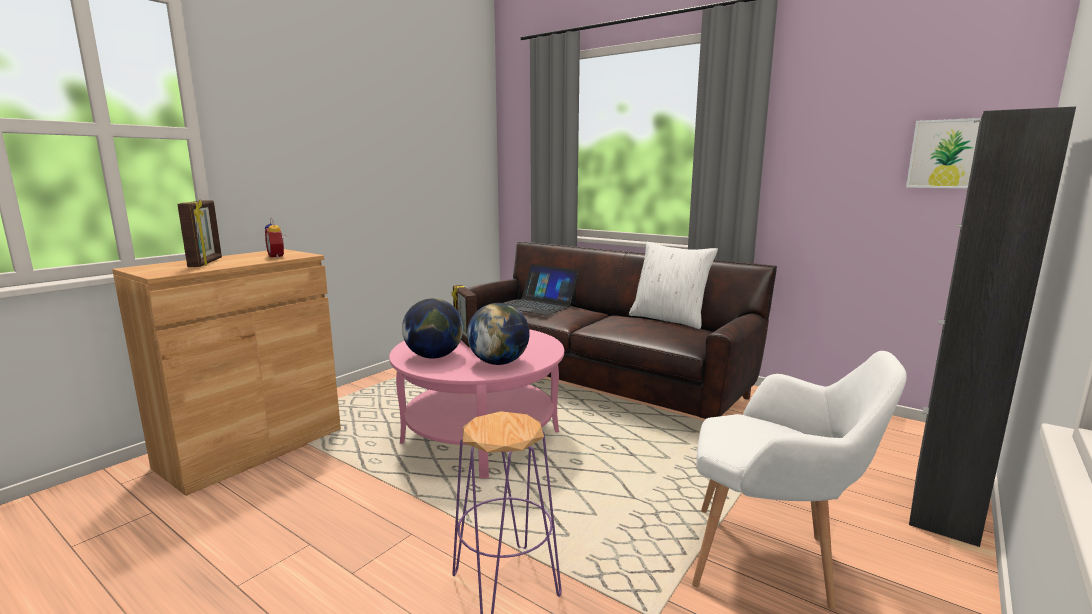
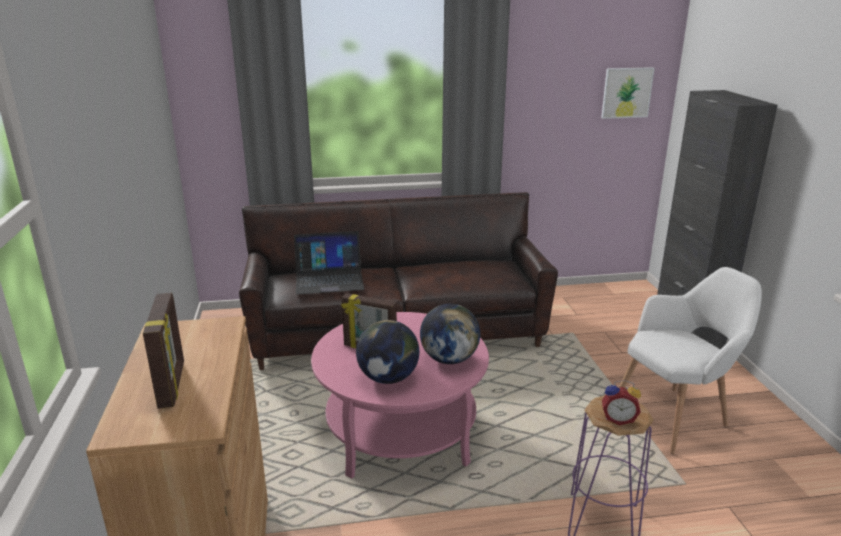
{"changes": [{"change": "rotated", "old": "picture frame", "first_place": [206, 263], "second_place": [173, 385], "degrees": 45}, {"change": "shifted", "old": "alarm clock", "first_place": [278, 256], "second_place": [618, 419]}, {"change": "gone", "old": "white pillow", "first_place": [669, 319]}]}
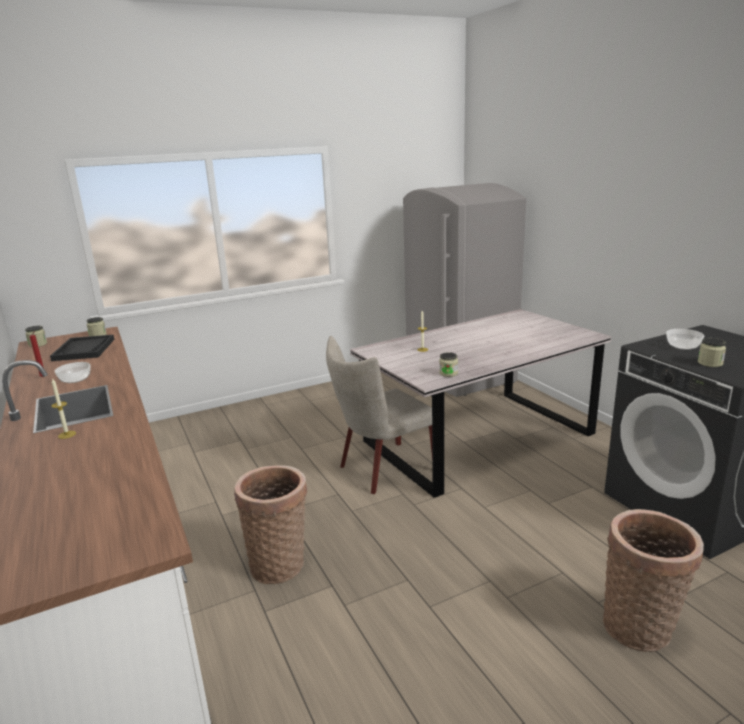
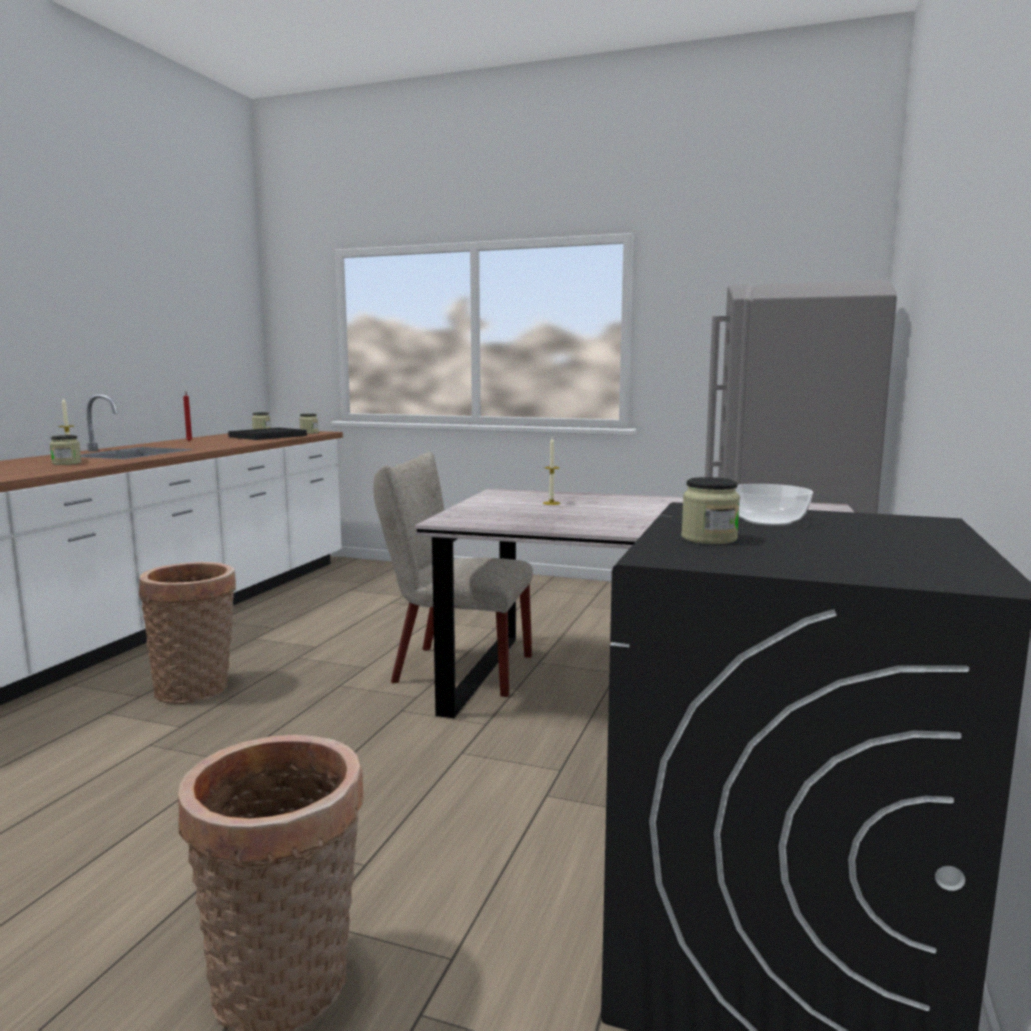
{"changes": [{"change": "shifted", "old": "jar", "first_place": [448, 373], "second_place": [66, 463]}, {"change": "gone", "old": "bowl", "first_place": [74, 379]}]}
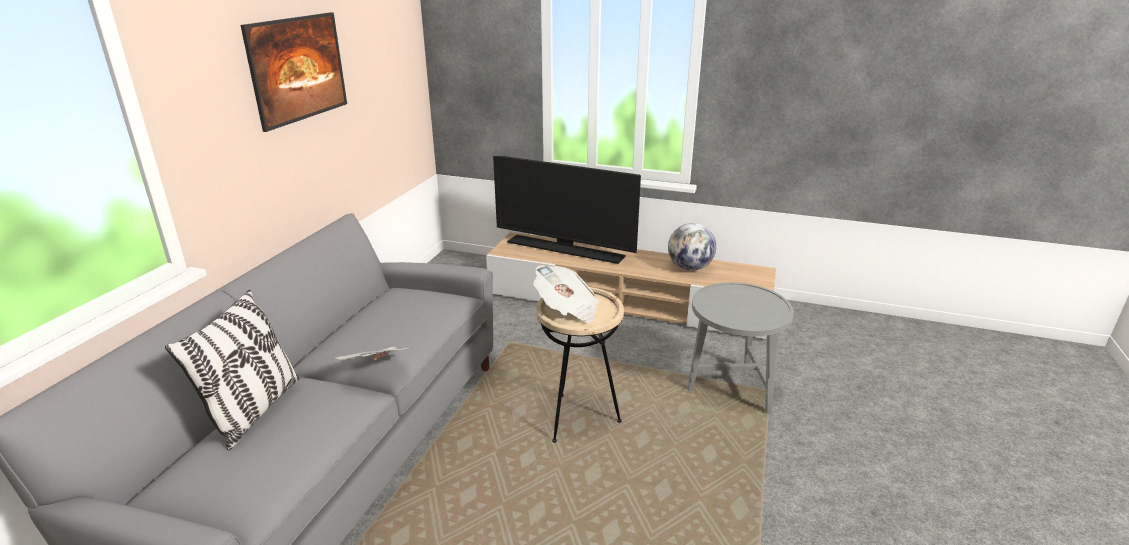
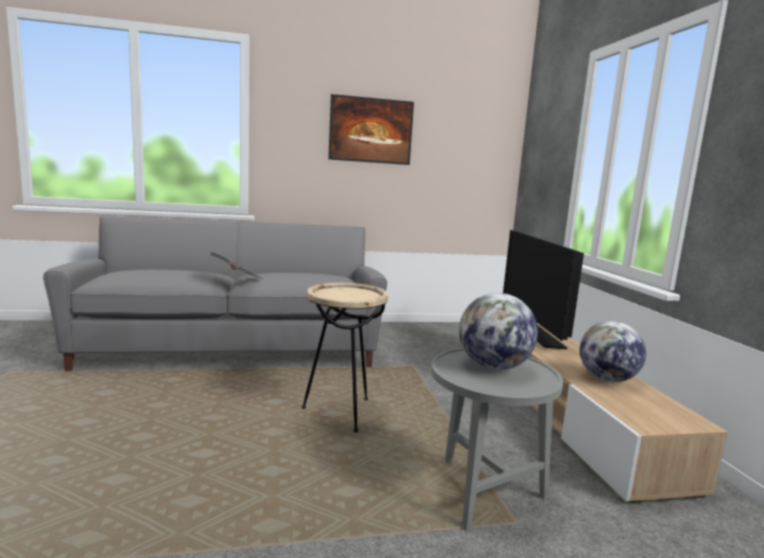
{"changes": [{"change": "gone", "old": "newspaper", "first_place": [567, 309]}, {"change": "gone", "old": "pillow", "first_place": [255, 410]}, {"change": "new", "new": "globe", "second_place": [493, 367]}]}
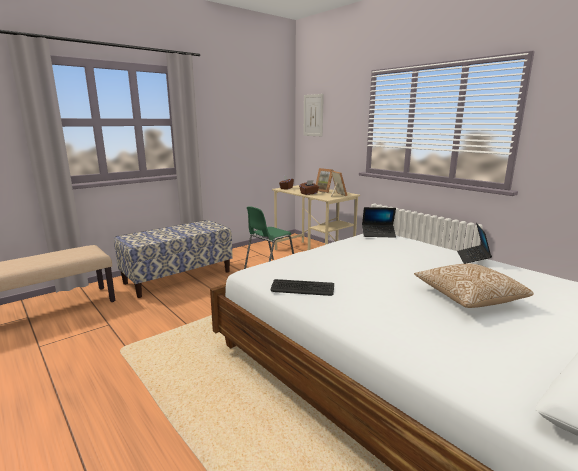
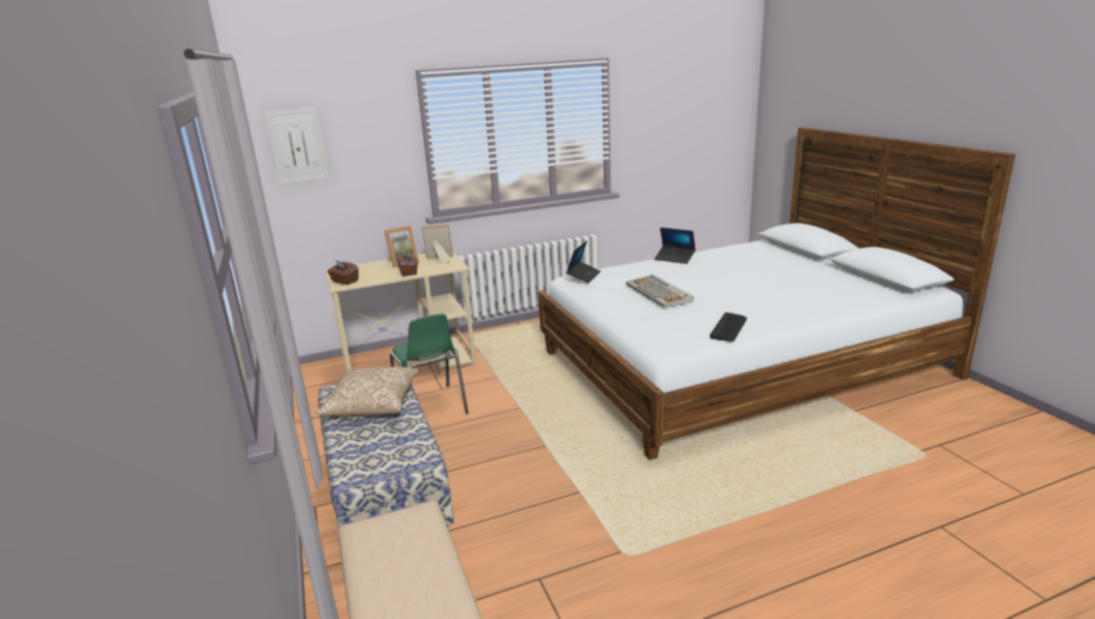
{"changes": [{"change": "shifted", "old": "pillow", "first_place": [468, 297], "second_place": [372, 405]}, {"change": "new", "new": "keyboard", "second_place": [659, 292]}]}
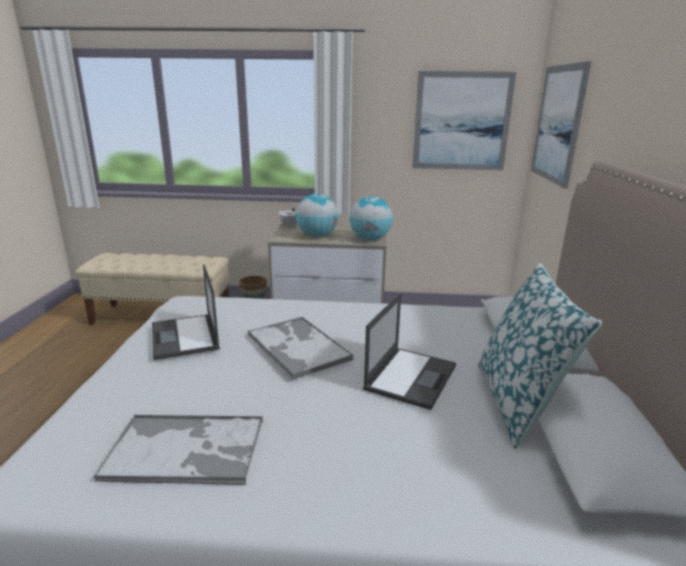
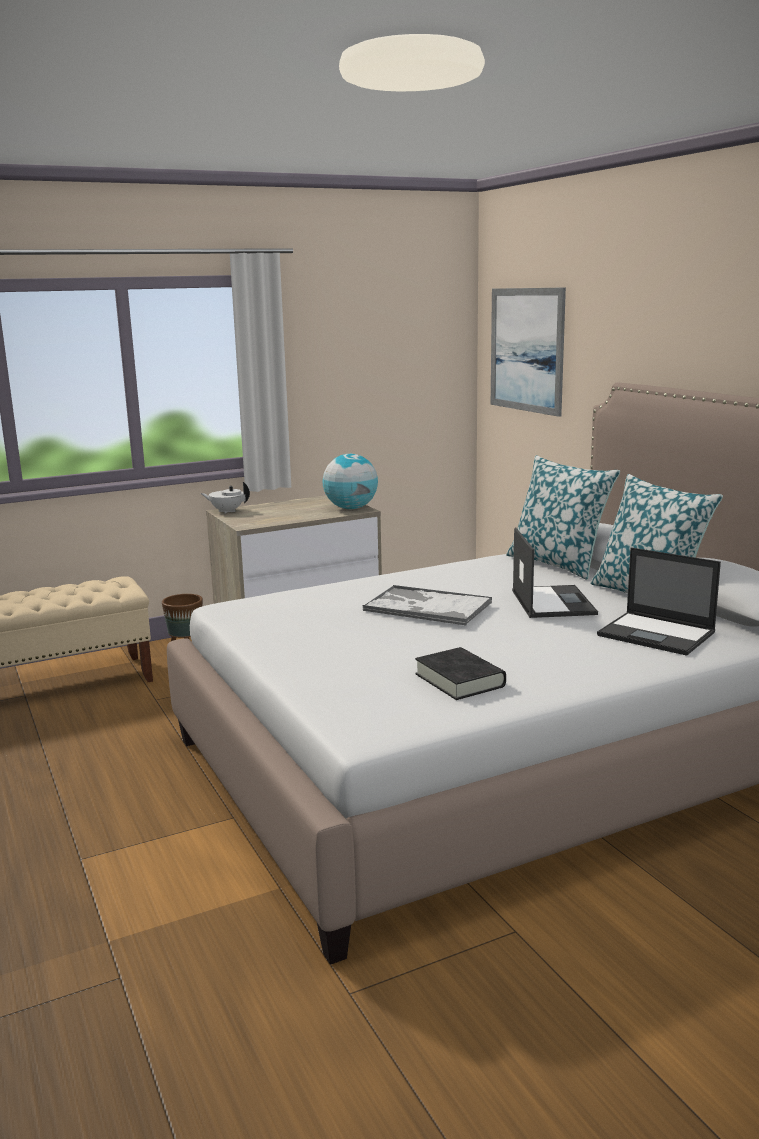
{"changes": [{"change": "gone", "old": "picture", "first_place": [461, 121]}, {"change": "gone", "old": "globe", "first_place": [317, 236]}, {"change": "shifted", "old": "laptop", "first_place": [185, 337], "second_place": [657, 634]}, {"change": "swapped", "old": "tray", "new": "black book", "first_place": [187, 450], "second_place": [459, 680]}, {"change": "new", "new": "pillow", "second_place": [558, 564]}]}
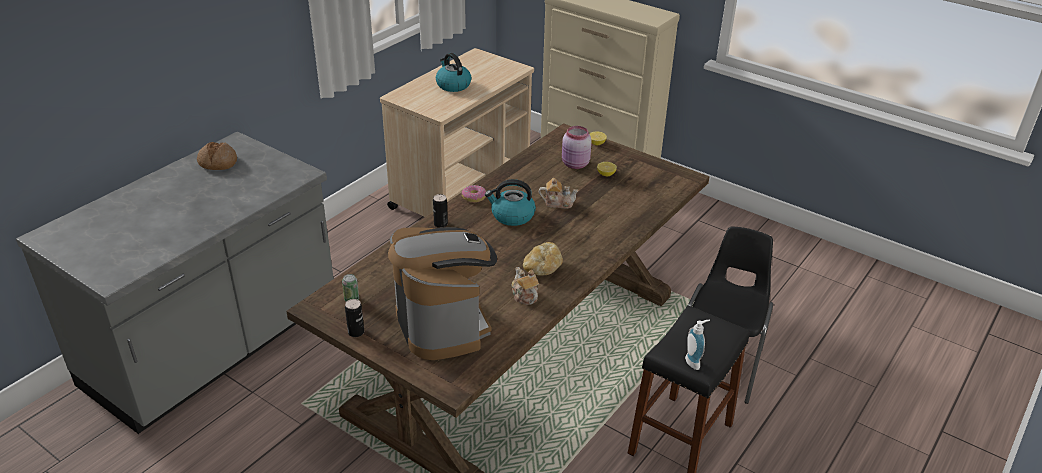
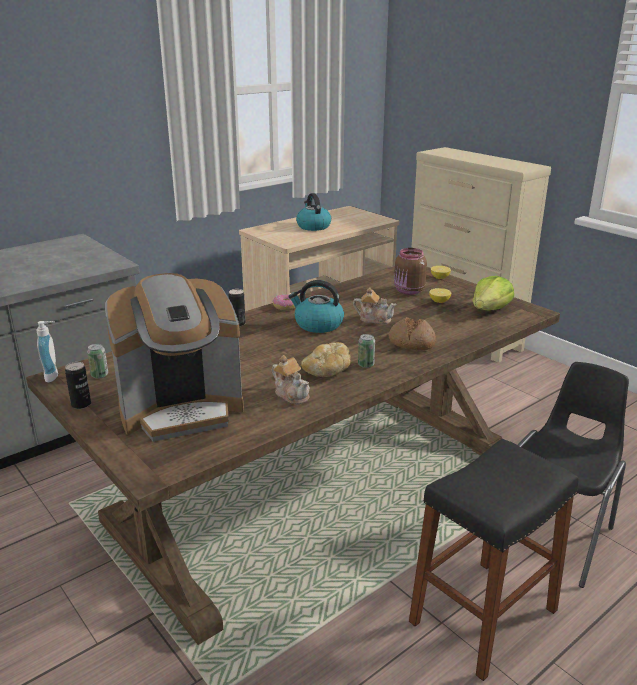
{"changes": [{"change": "repainted", "old": "pink jar", "new": "brown jar", "first_place": [575, 164], "second_place": [408, 291]}, {"change": "shifted", "old": "bread", "first_place": [217, 163], "second_place": [411, 342]}, {"change": "rotated", "old": "coffee machine", "first_place": [443, 324], "second_place": [182, 410], "degrees": 75}, {"change": "rotated", "old": "teapot", "first_place": [524, 296], "second_place": [291, 394], "degrees": 150}, {"change": "shifted", "old": "soap dispenser", "first_place": [694, 362], "second_place": [54, 376]}, {"change": "new", "new": "lettuce", "second_place": [490, 309]}, {"change": "new", "new": "can", "second_place": [366, 365]}]}
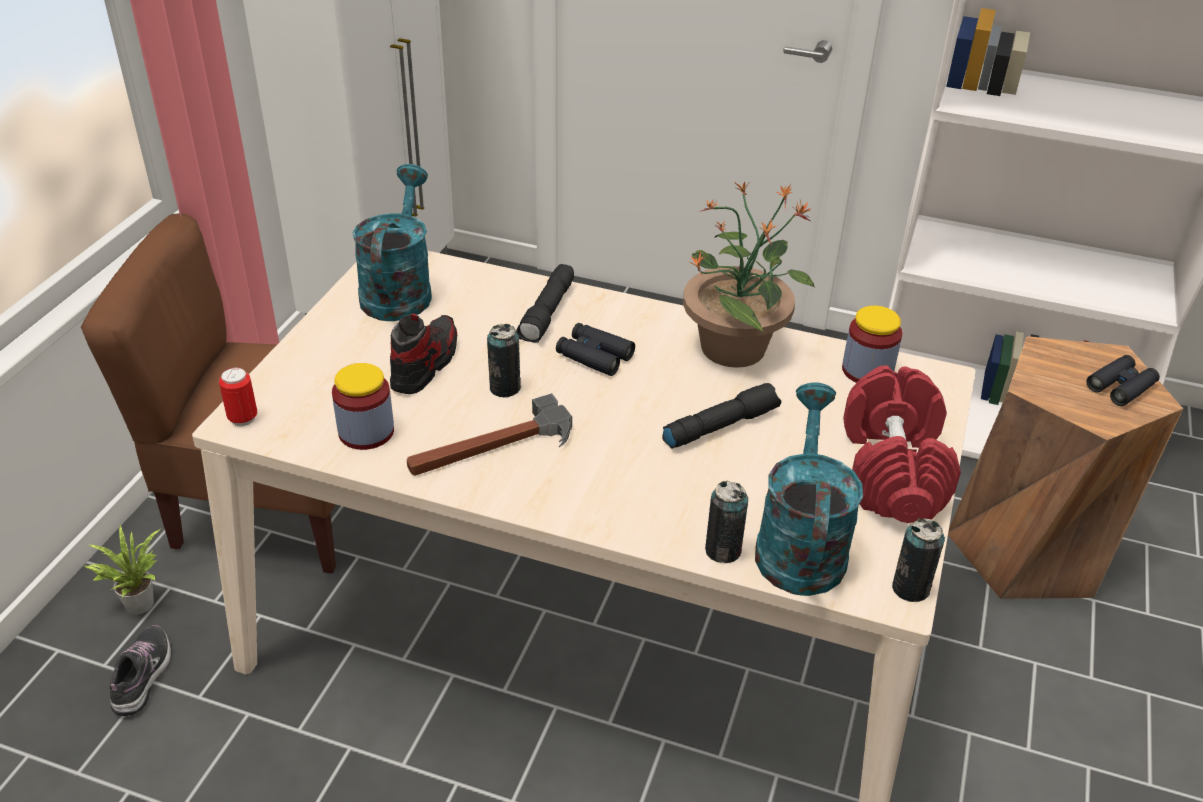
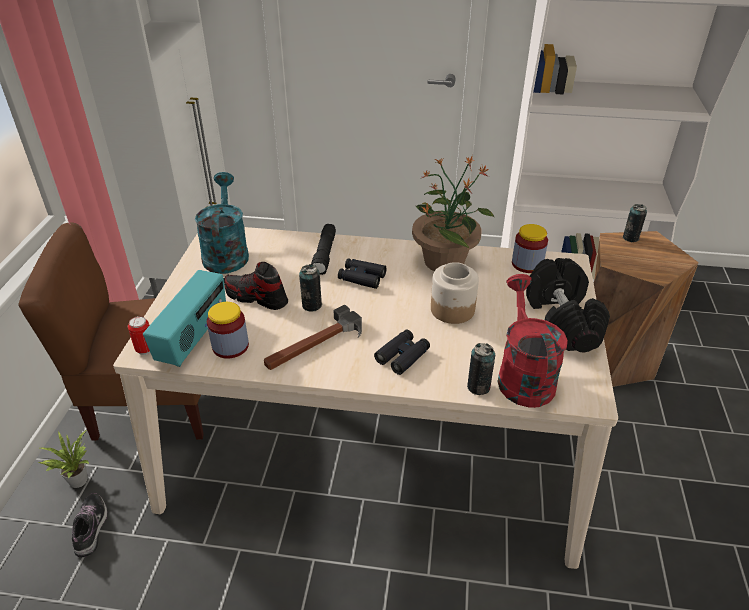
{"changes": [{"change": "rotated", "old": "shoe", "first_place": [424, 364], "second_place": [256, 297], "degrees": -75}, {"change": "shifted", "old": "black binoculars", "first_place": [1121, 386], "second_place": [402, 356]}, {"change": "repainted", "old": "red dumbbell", "new": "black dumbbell", "first_place": [893, 470], "second_place": [562, 321]}, {"change": "repainted", "old": "turquoise watering can", "new": "red watering can", "first_place": [799, 543], "second_place": [523, 375]}, {"change": "swapped", "old": "black flashlight", "new": "jar", "first_place": [720, 425], "second_place": [452, 309]}, {"change": "shifted", "old": "can", "first_place": [910, 588], "second_place": [630, 238]}, {"change": "new", "new": "radio", "second_place": [194, 337]}]}
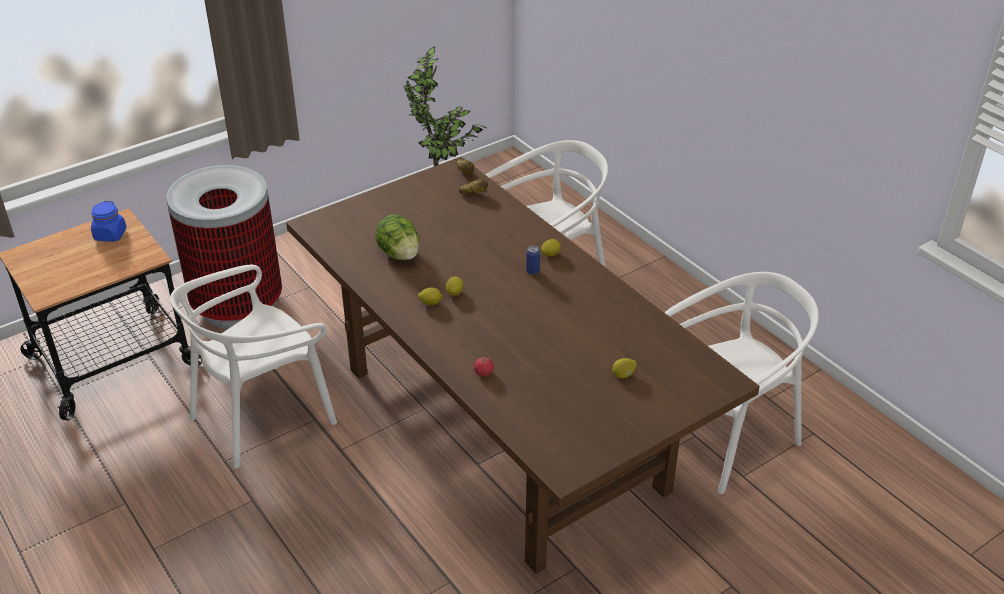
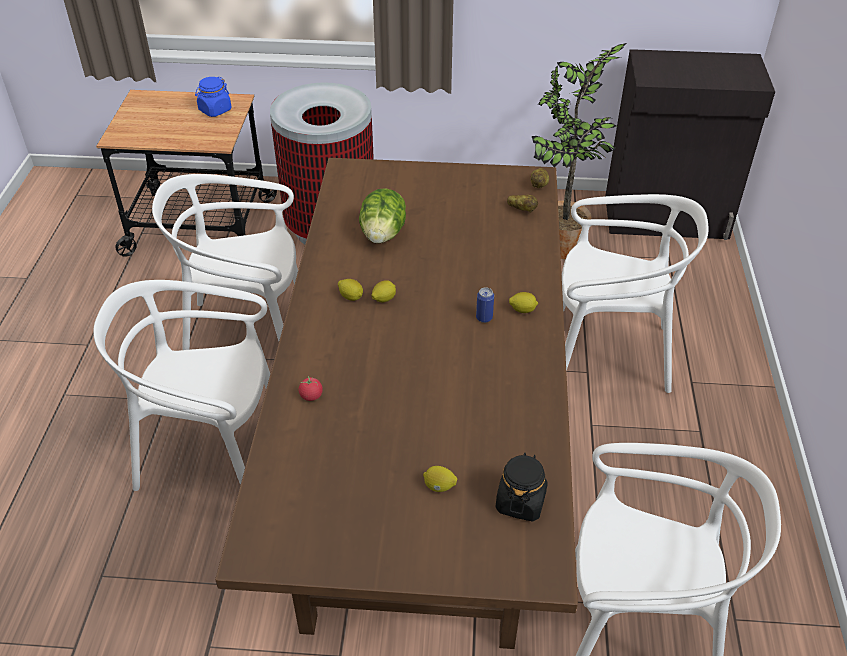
{"changes": [{"change": "new", "new": "black cabinet", "second_place": [667, 218]}, {"change": "new", "new": "white chair", "second_place": [212, 453]}, {"change": "new", "new": "black jar", "second_place": [520, 501]}]}
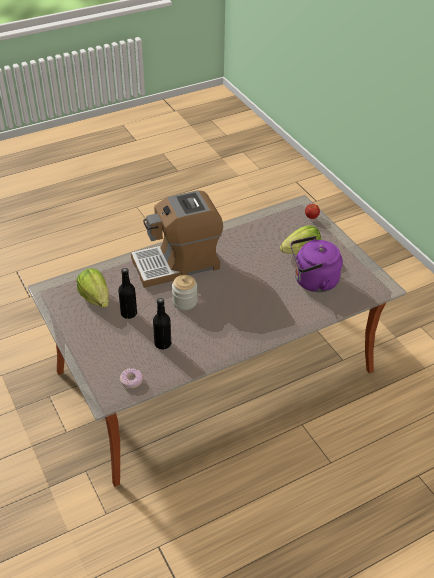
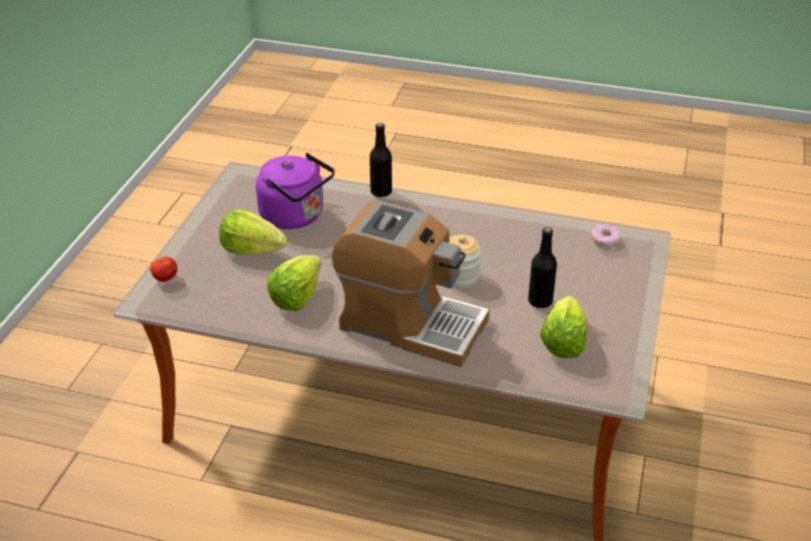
{"changes": [{"change": "shifted", "old": "black bottle", "first_place": [162, 344], "second_place": [381, 192]}, {"change": "new", "new": "lettuce", "second_place": [296, 297]}]}
